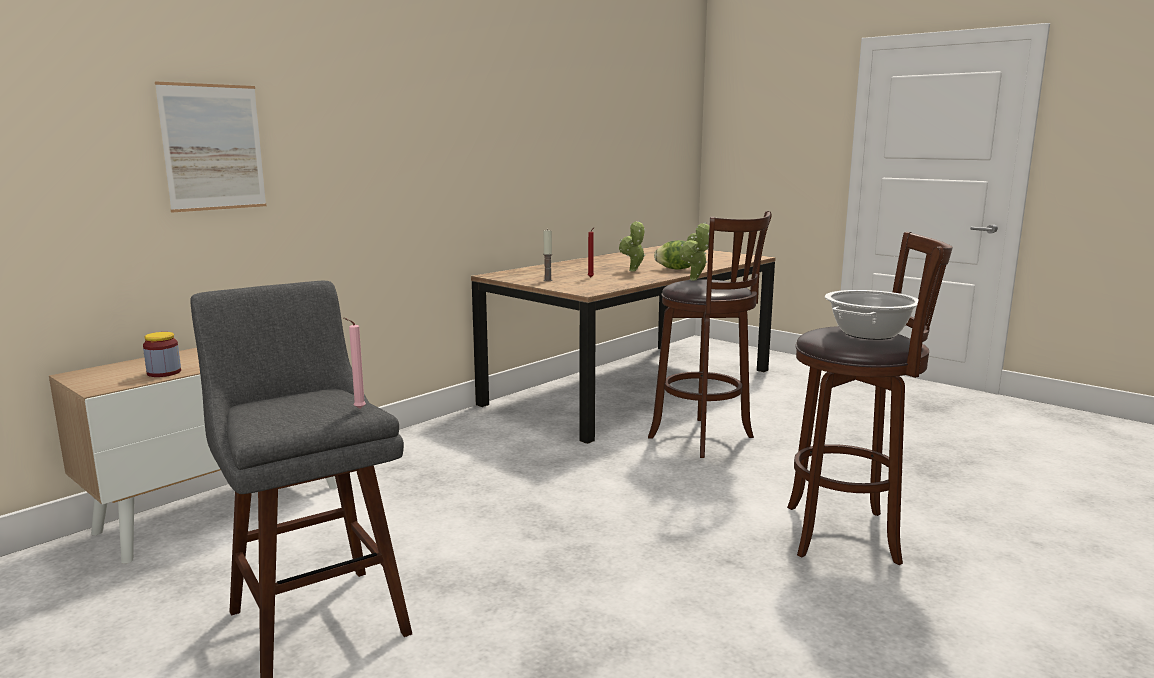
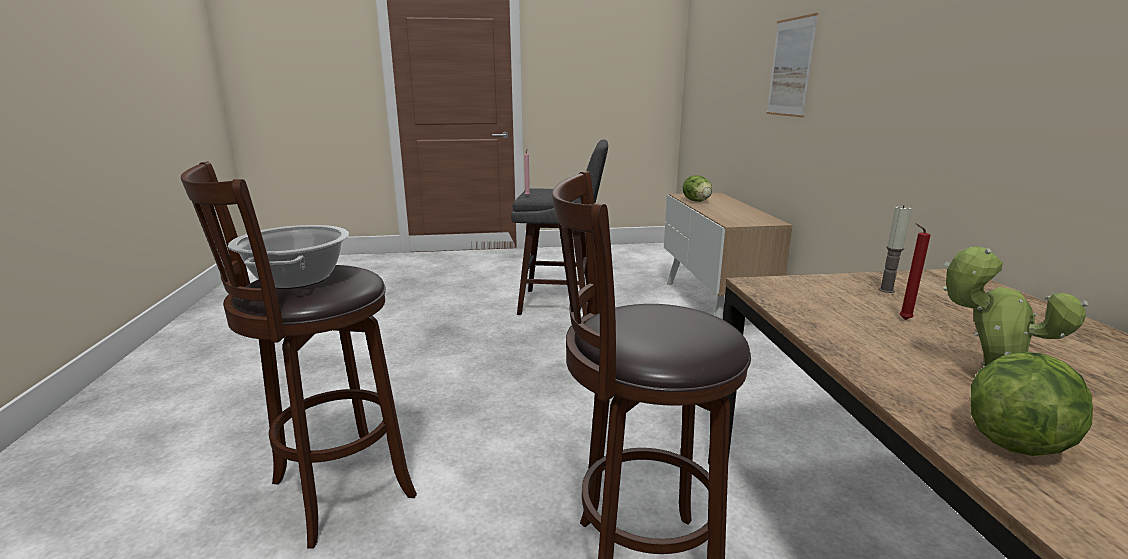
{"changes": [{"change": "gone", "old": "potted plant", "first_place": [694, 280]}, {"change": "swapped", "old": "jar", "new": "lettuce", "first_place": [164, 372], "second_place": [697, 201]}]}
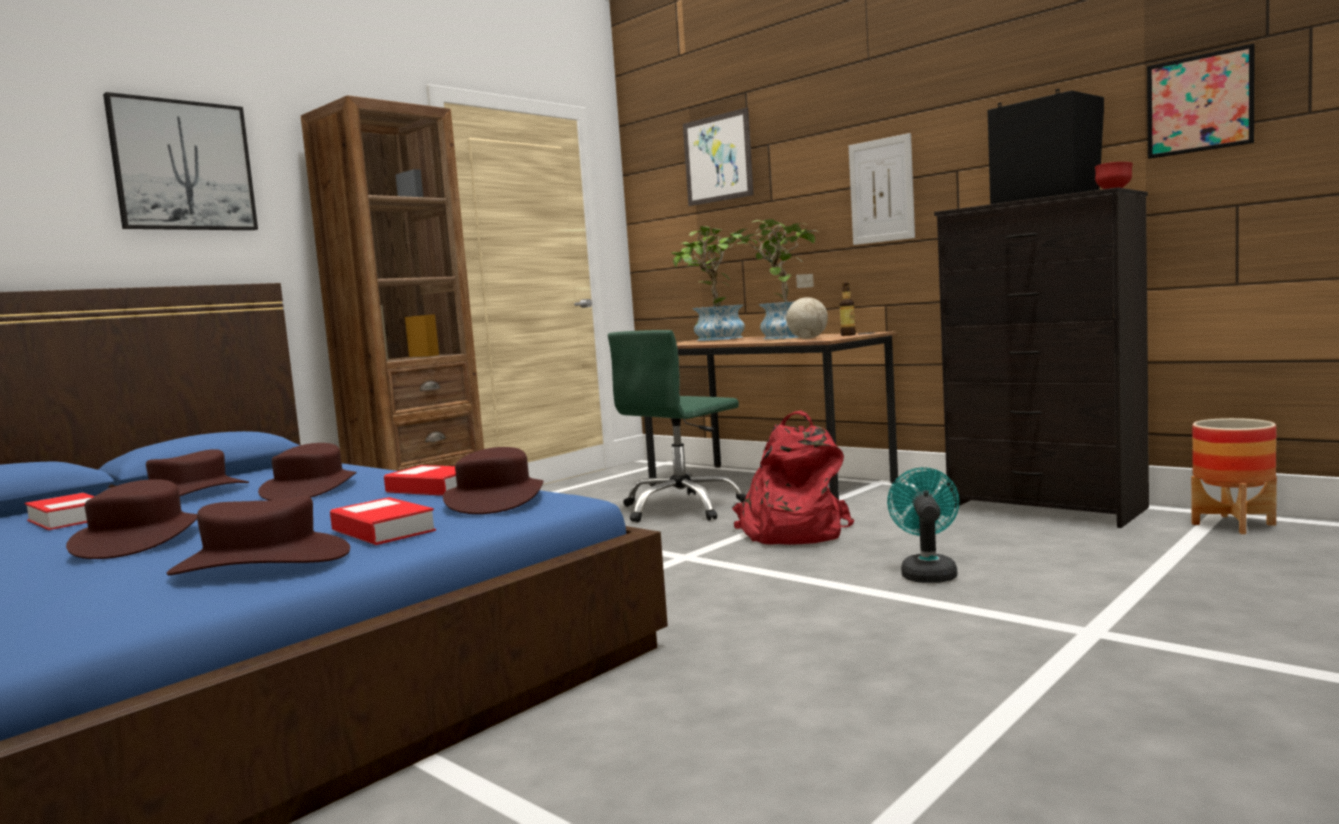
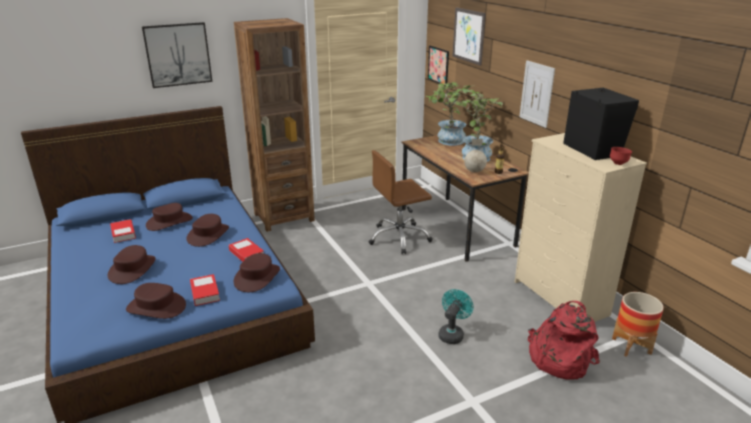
{"changes": [{"change": "shifted", "old": "picture", "first_place": [1199, 103], "second_place": [438, 65]}, {"change": "repainted", "old": "black dresser", "new": "beige dresser", "first_place": [1046, 509], "second_place": [560, 299]}, {"change": "repainted", "old": "green office chair", "new": "brown office chair", "first_place": [682, 508], "second_place": [399, 238]}, {"change": "shifted", "old": "red backpack", "first_place": [791, 533], "second_place": [558, 358]}]}
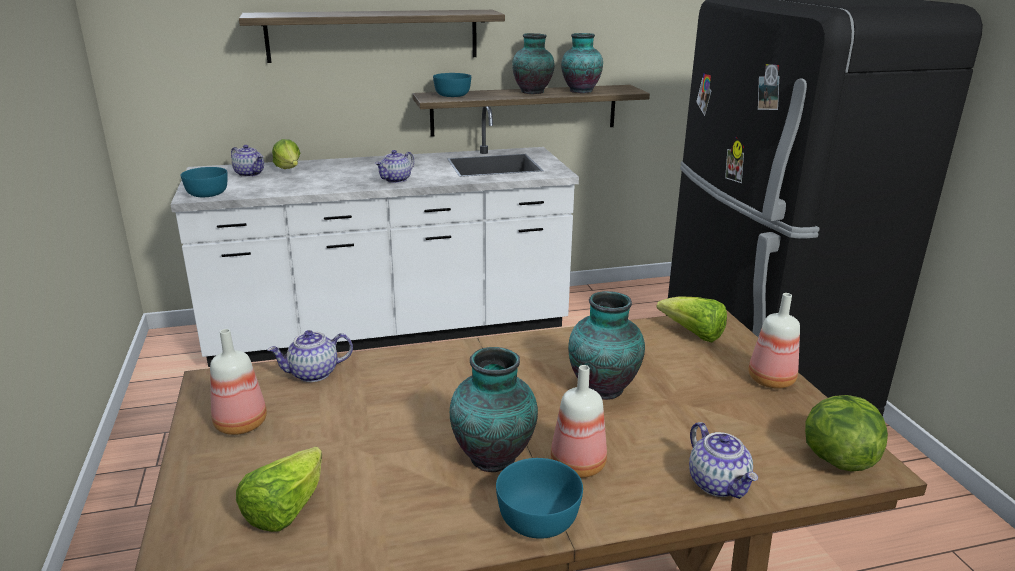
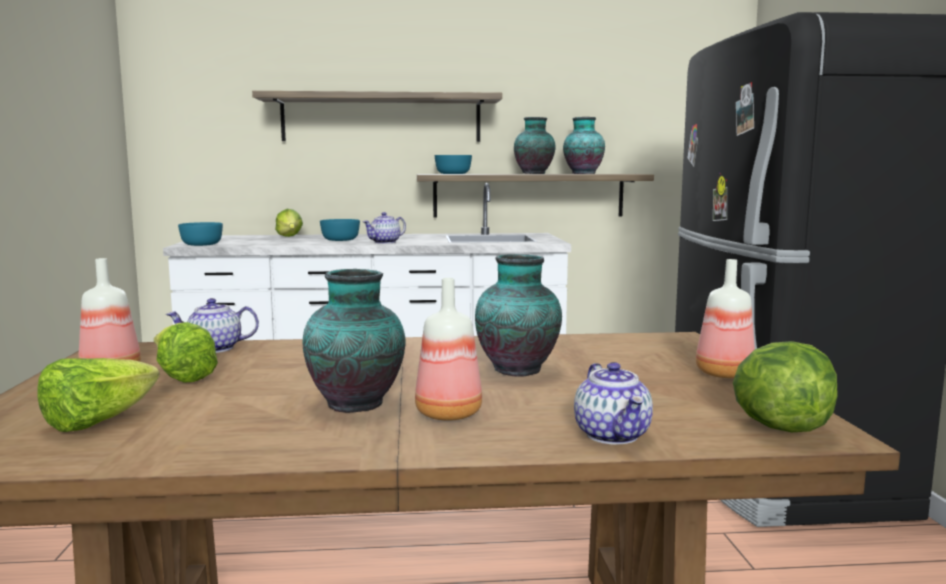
{"changes": [{"change": "gone", "old": "teapot", "first_place": [250, 174]}, {"change": "shifted", "old": "lettuce", "first_place": [693, 334], "second_place": [181, 376]}, {"change": "shifted", "old": "turquoise bowl", "first_place": [536, 518], "second_place": [339, 240]}]}
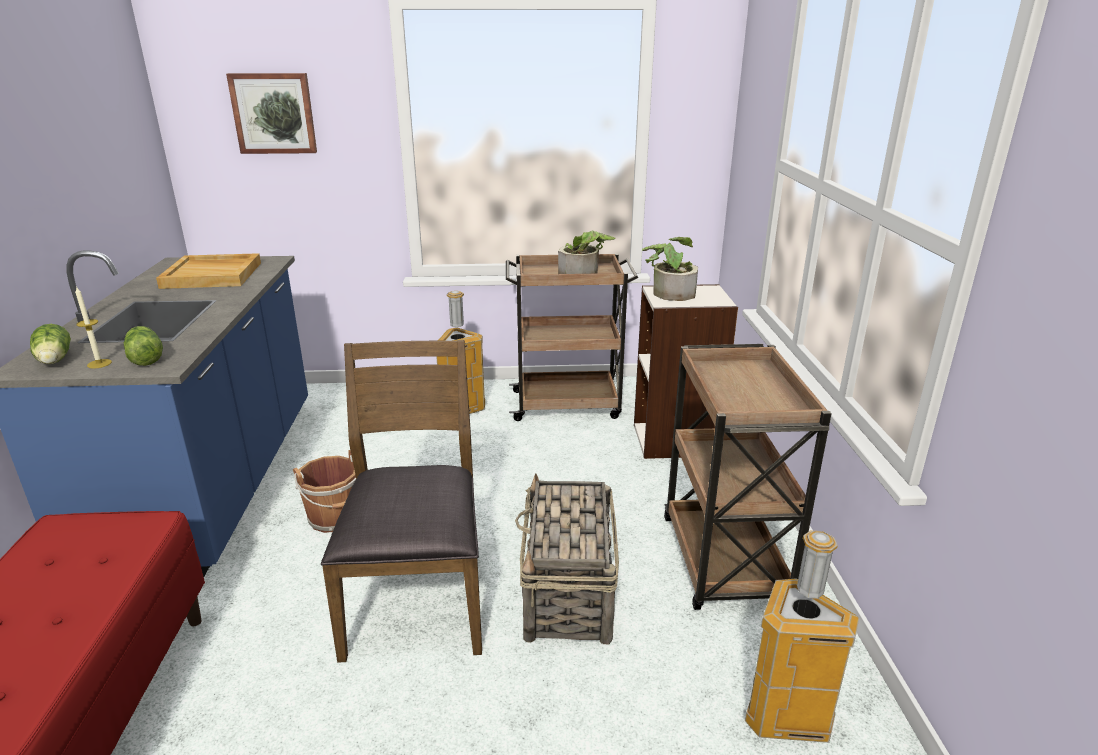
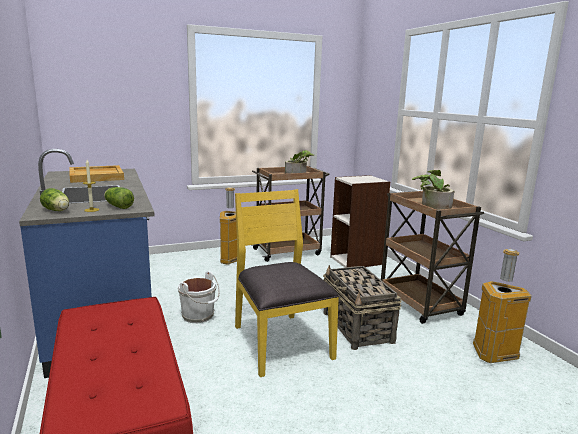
{"changes": [{"change": "gone", "old": "picture", "first_place": [274, 113]}, {"change": "shifted", "old": "potted plant", "first_place": [669, 292], "second_place": [432, 205]}, {"change": "repainted", "old": "brown chair", "new": "yellow chair", "first_place": [418, 596], "second_place": [280, 342]}, {"change": "repainted", "old": "brown bucket", "new": "white bucket", "first_place": [336, 518], "second_place": [199, 316]}]}
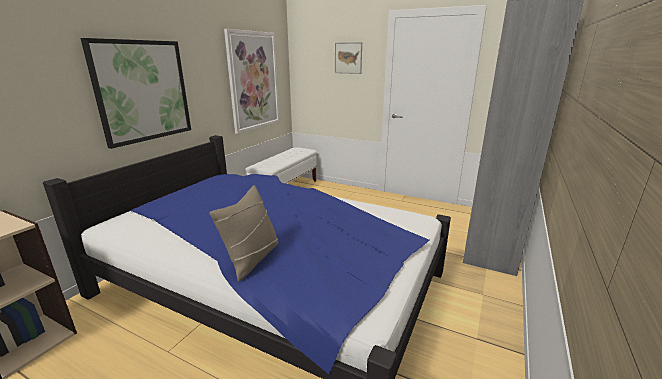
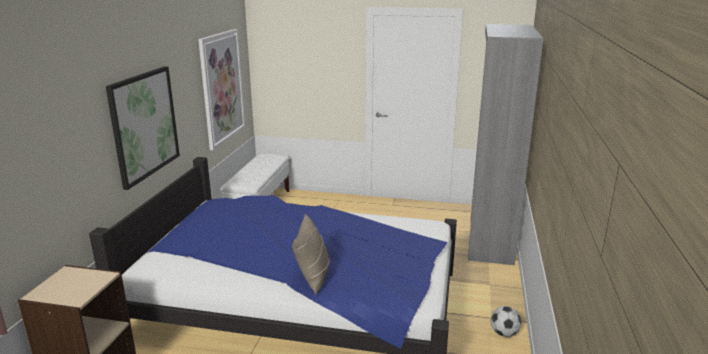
{"changes": [{"change": "gone", "old": "picture", "first_place": [348, 58]}, {"change": "new", "new": "football", "second_place": [504, 333]}]}
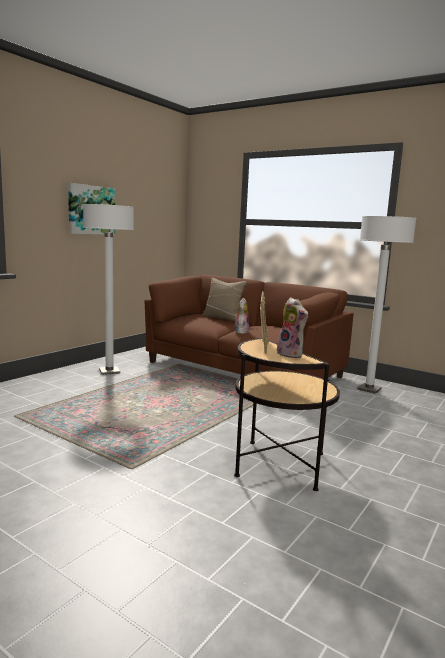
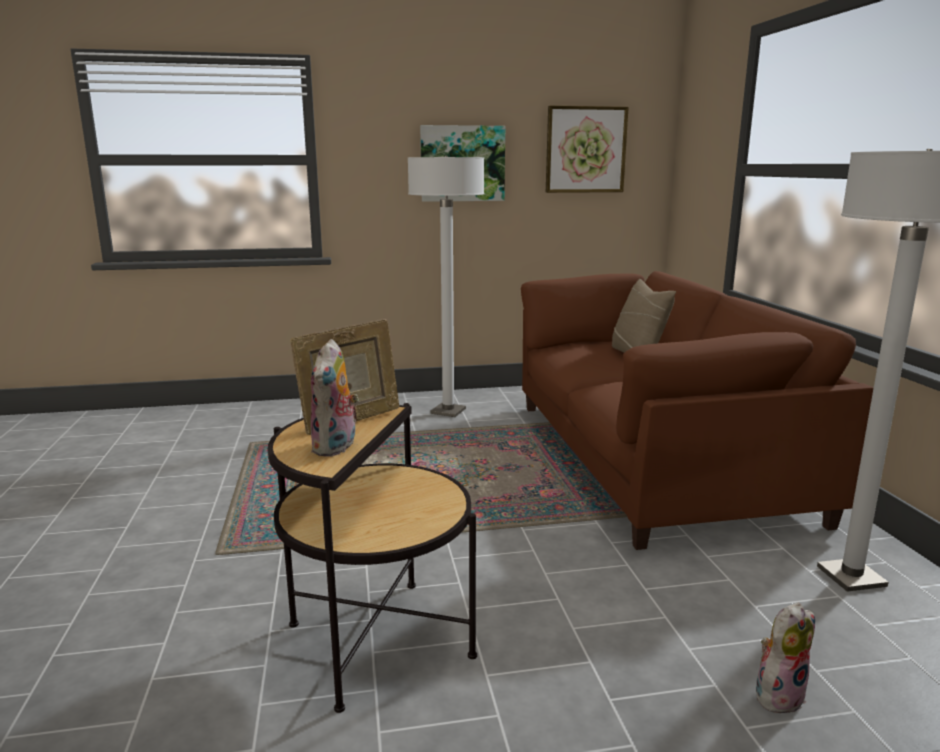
{"changes": [{"change": "shifted", "old": "plush toy", "first_place": [241, 331], "second_place": [778, 694]}, {"change": "new", "new": "picture", "second_place": [585, 150]}]}
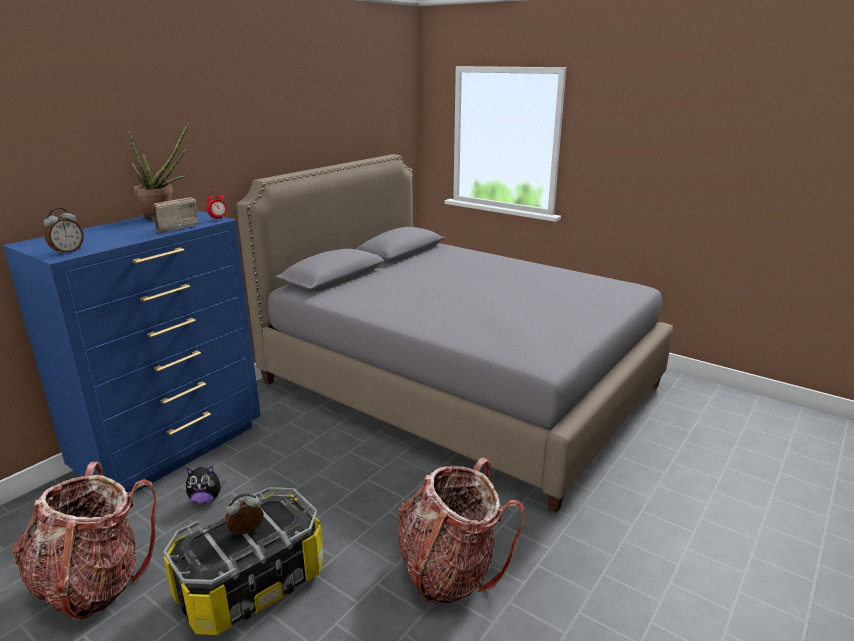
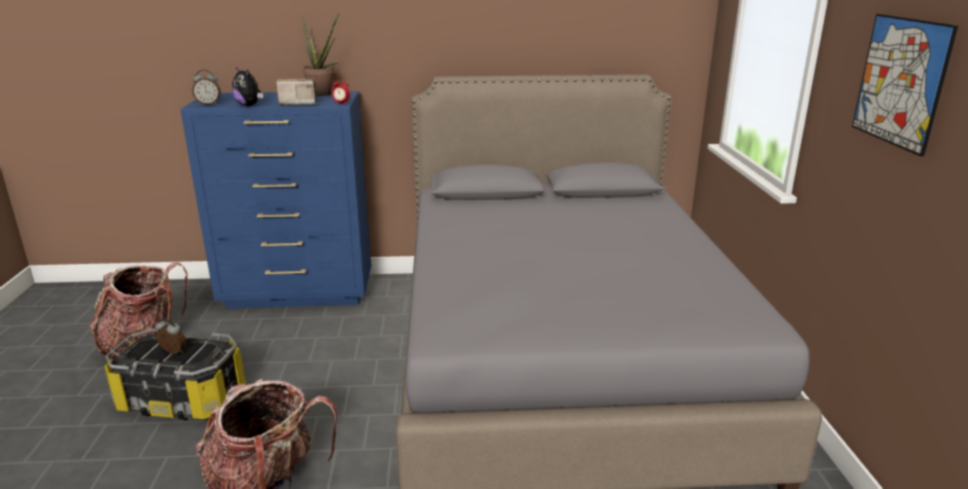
{"changes": [{"change": "shifted", "old": "plush toy", "first_place": [206, 499], "second_place": [249, 105]}, {"change": "new", "new": "picture", "second_place": [900, 81]}]}
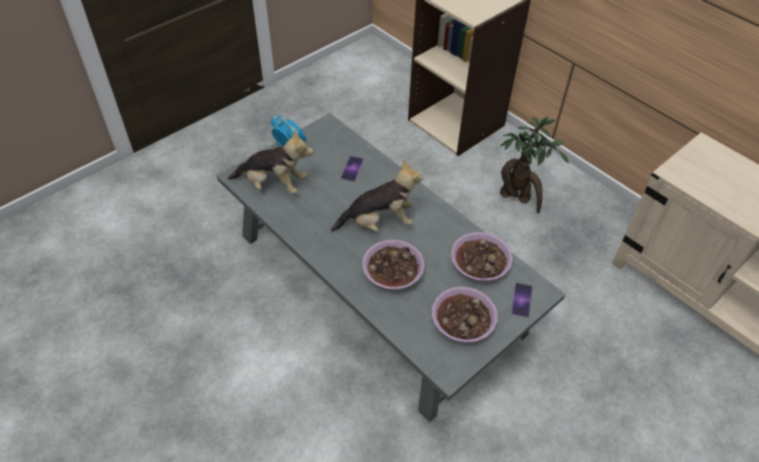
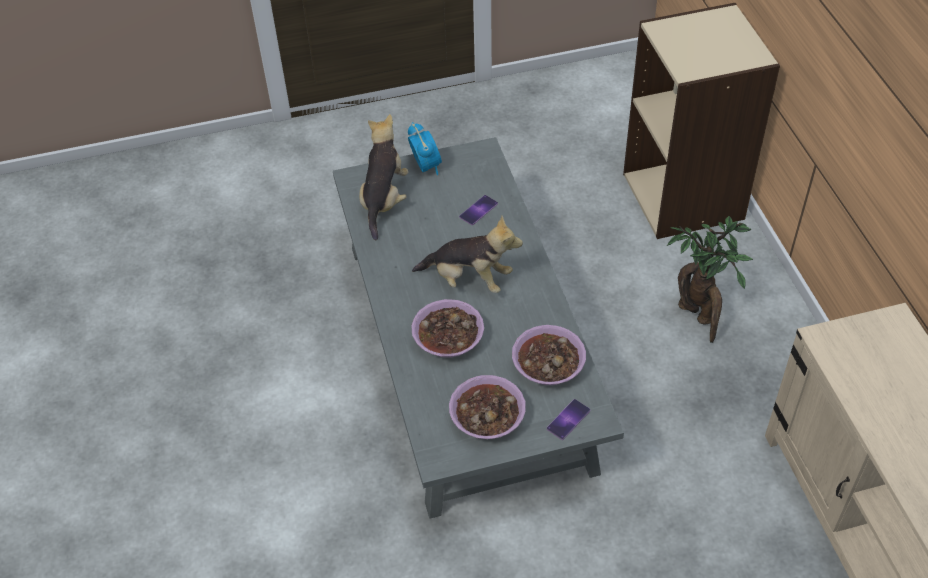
{"changes": [{"change": "rotated", "old": "plush toy", "first_place": [273, 184], "second_place": [384, 200], "degrees": -120}]}
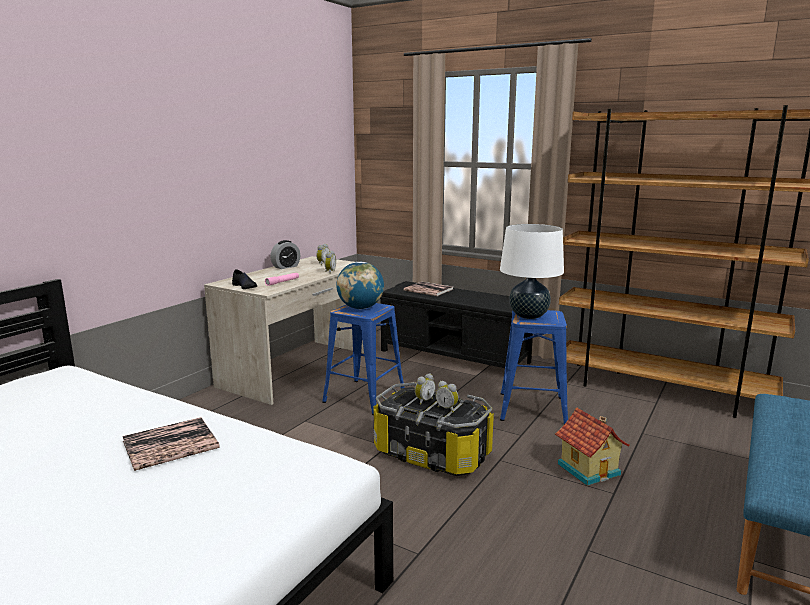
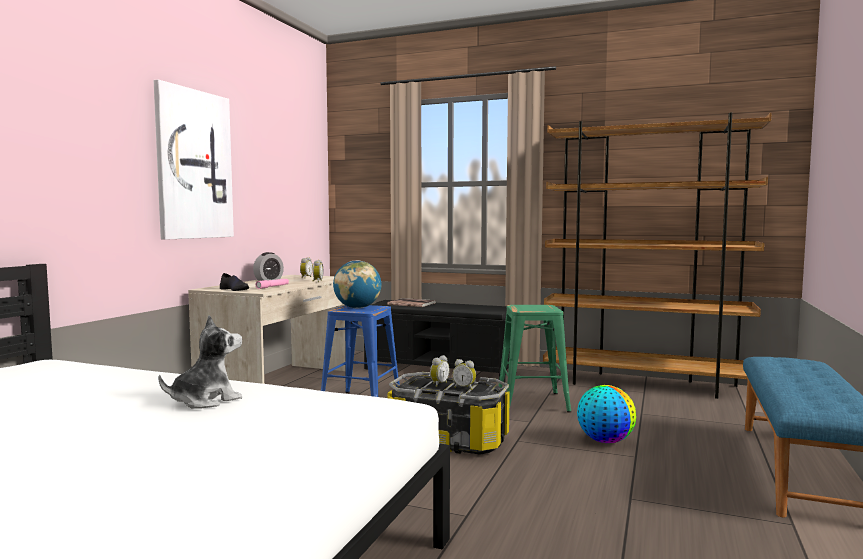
{"changes": [{"change": "gone", "old": "white table lamp", "first_place": [528, 316]}, {"change": "repainted", "old": "blue stool", "new": "green stool", "first_place": [533, 408], "second_place": [533, 402]}, {"change": "swapped", "old": "toy house", "new": "globe", "first_place": [589, 469], "second_place": [605, 441]}, {"change": "swapped", "old": "book", "new": "plush toy", "first_place": [170, 445], "second_place": [205, 401]}, {"change": "new", "new": "picture", "second_place": [193, 165]}]}
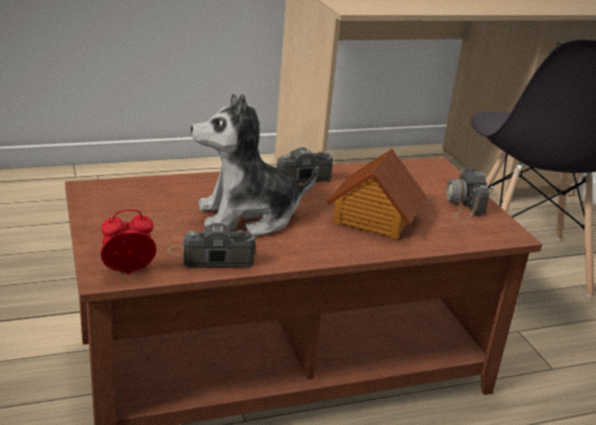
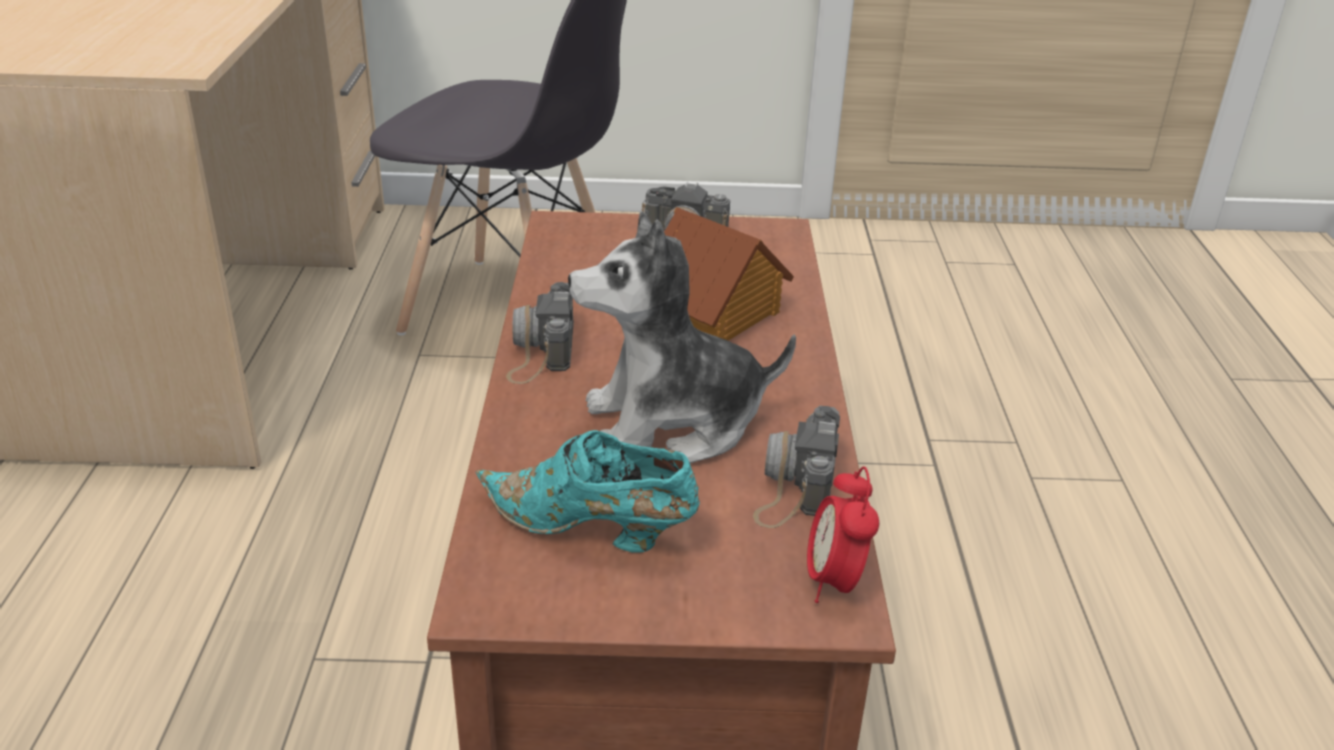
{"changes": [{"change": "rotated", "old": "plush toy", "first_place": [248, 217], "second_place": [673, 423], "degrees": 75}, {"change": "new", "new": "turquoise shoe", "second_place": [591, 530]}]}
